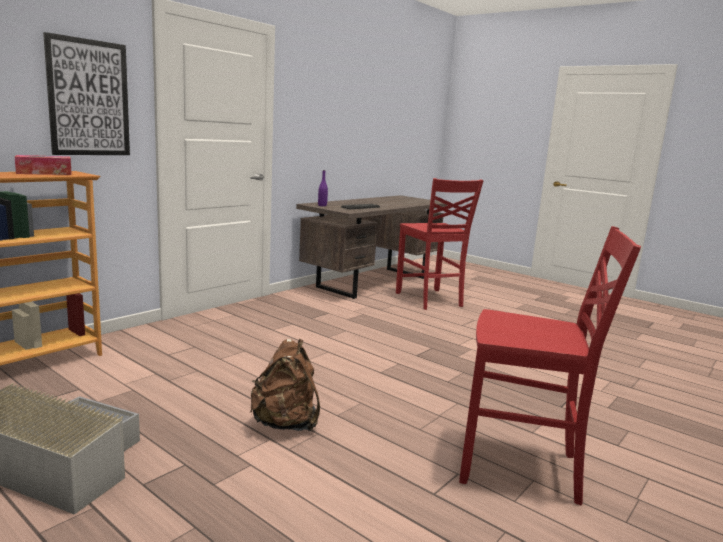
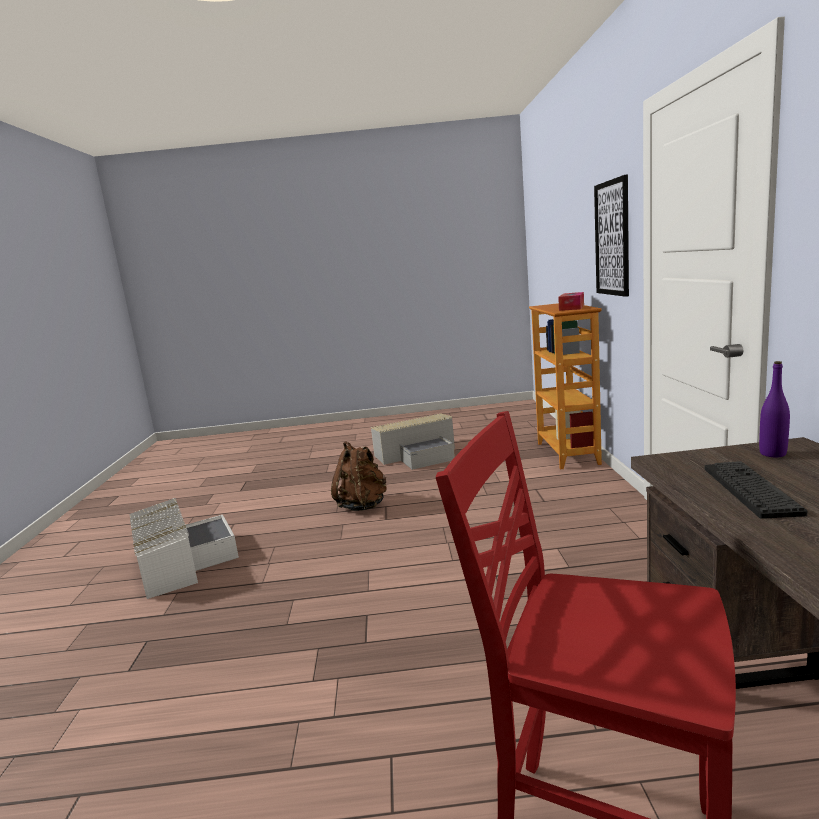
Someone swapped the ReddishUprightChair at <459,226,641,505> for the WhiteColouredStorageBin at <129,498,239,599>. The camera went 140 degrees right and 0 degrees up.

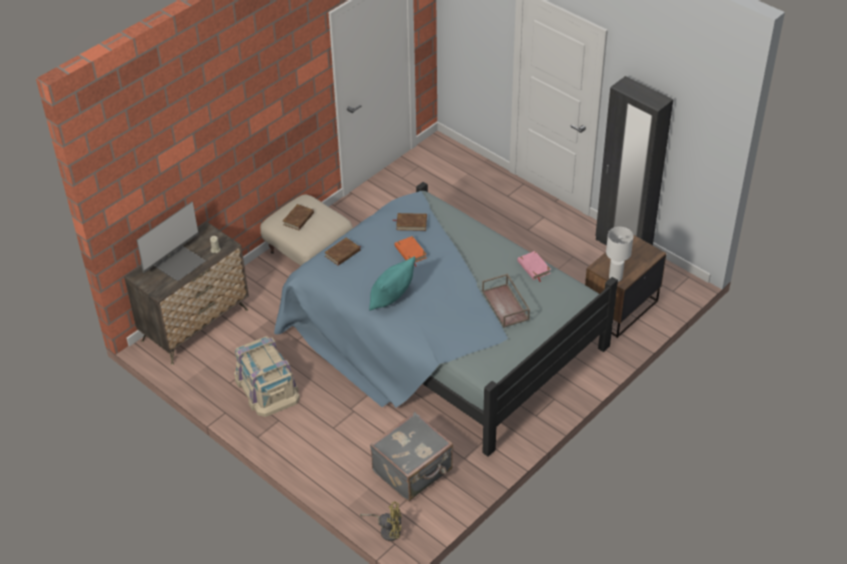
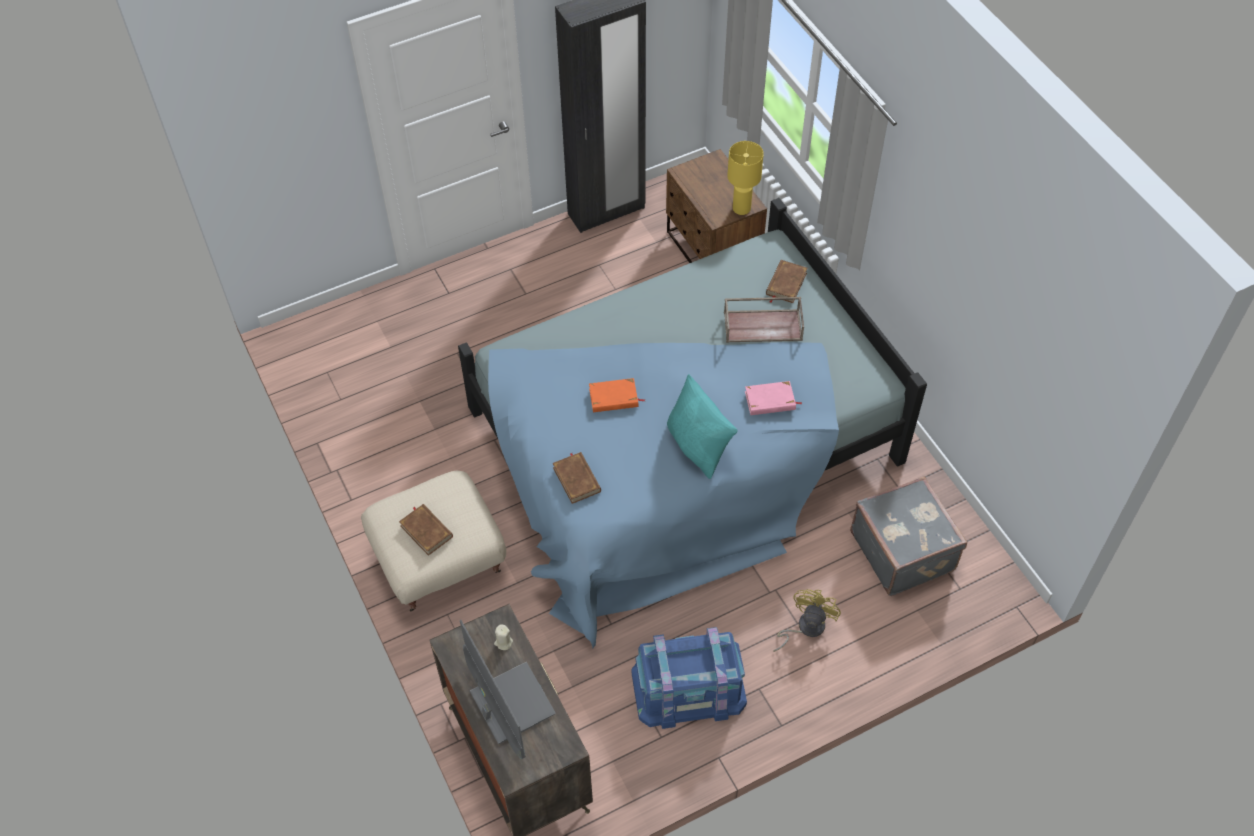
Someone carried the BrownishBook from <392,213,427,231> to <766,260,808,303>. Someone repainted the WhiteColouredLampForATable at <606,227,633,282>, which became the YellowLampForATable at <727,141,764,215>. Someone carried the PinkColouredBook from <517,251,551,282> to <745,381,802,415>. Someone repainted the SandColouredStorageBin at <234,336,300,417>, which became the BlueColouredStorageBin at <631,627,747,729>. Someone carried the YellowCoolingFan from <360,501,401,541> to <773,589,841,652>. The camera went 70 degrees left and 10 degrees up.

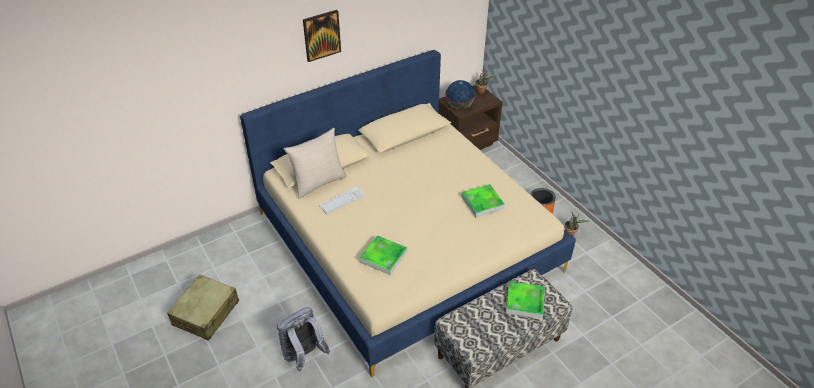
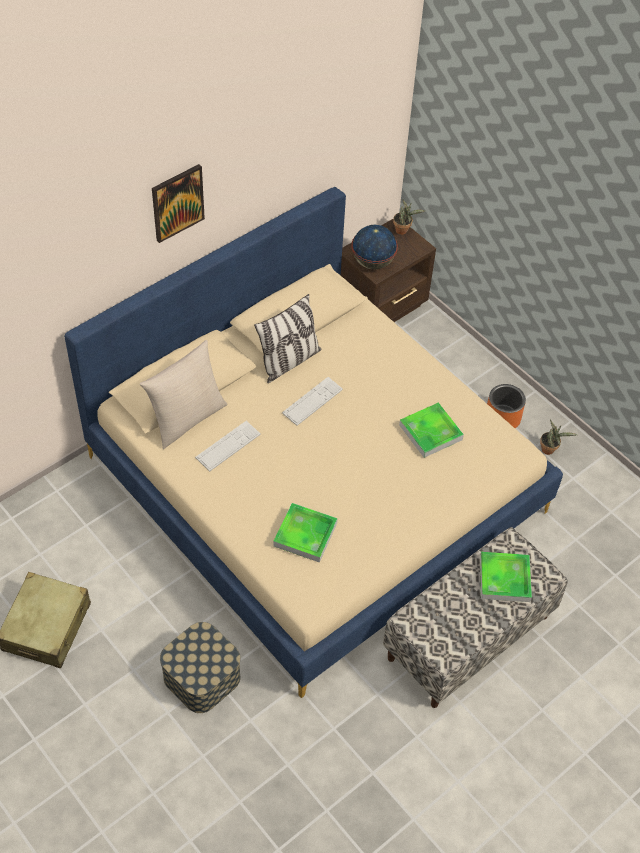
Someone swapped the GrayKnapsack at <277,307,330,371> for the StorageBin at <160,622,241,713>. Someone put down the Pillow at <254,294,321,383>. Someone put down the ComputerKeyboard at <282,377,343,426>. The camera went 10 degrees left and 10 degrees up.

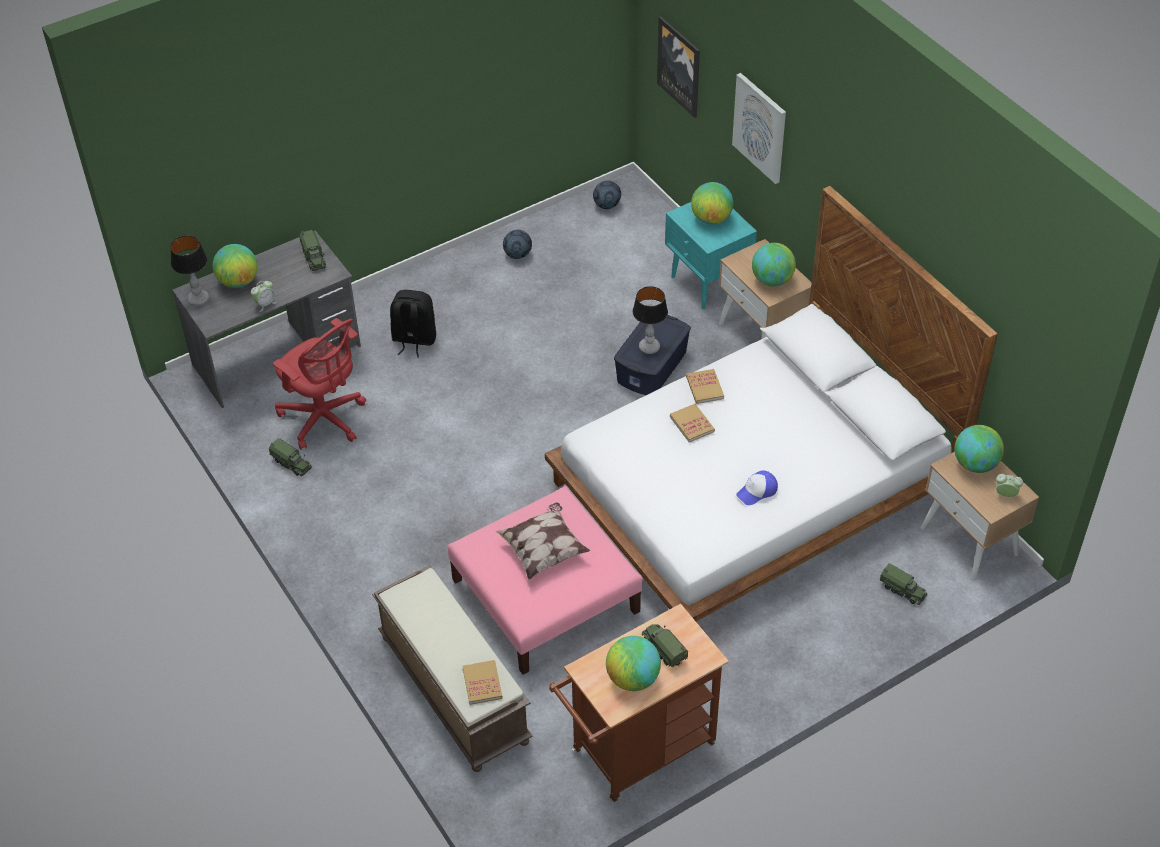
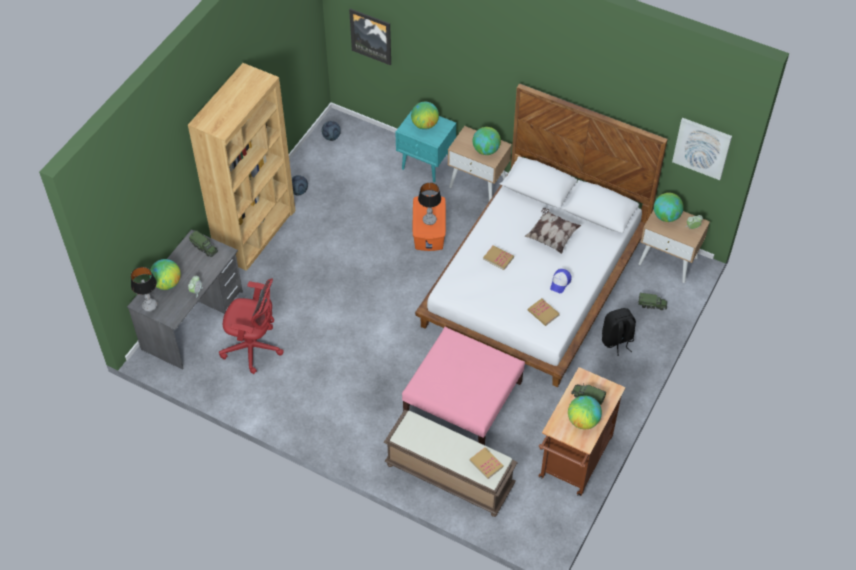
Someone carried the WallPicture from <732,73,786,184> to <672,118,732,180>. Someone carried the BlackKnapsack from <390,290,436,358> to <602,308,636,356>. Someone repainted the BlueColouredStorageBin at <614,315,691,395>, which became the OrangeColouredStorageBin at <413,195,446,251>. Someone carried the Book from <686,369,724,404> to <528,298,560,326>. Someone took away the ModelTruck at <269,438,312,476>. Someone carried the Pillow from <496,502,590,580> to <524,208,581,254>. Someone put down the BrownishShelvingUnit at <188,63,296,271>. The camera went 30 degrees left and 5 degrees up.

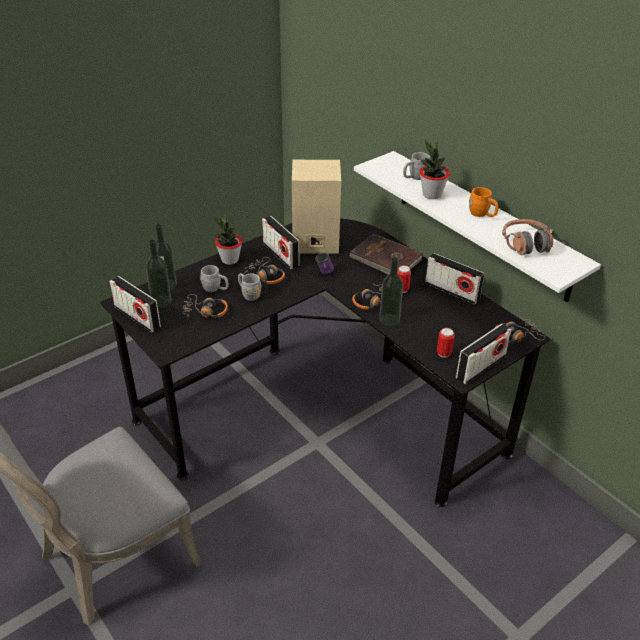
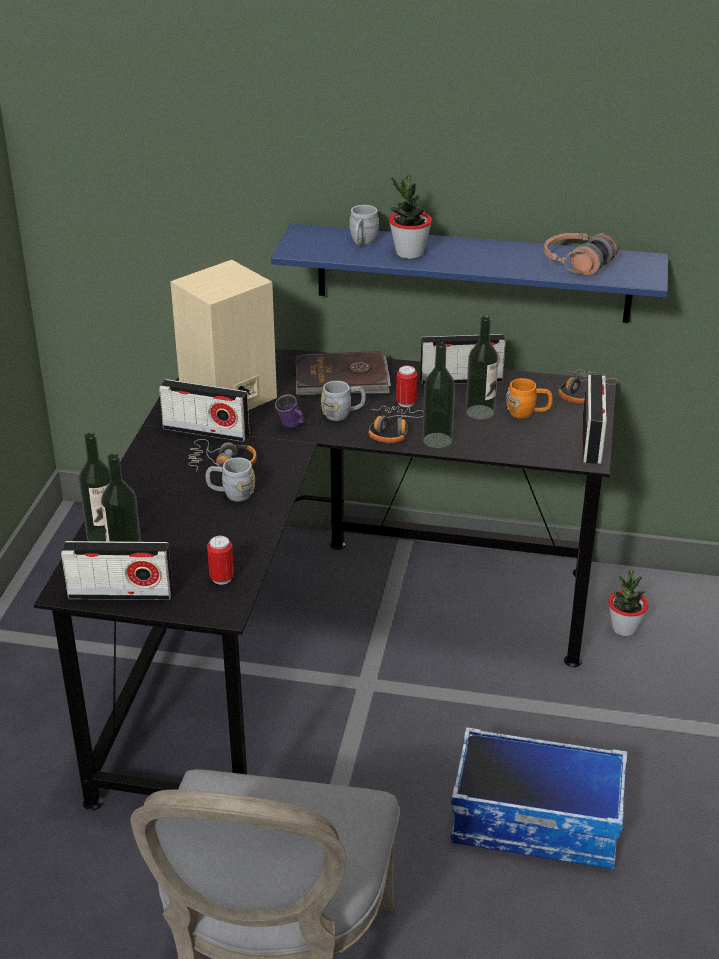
Someone repainted the WhiteColouredBracketShelf at <354,151,601,302>, which became the BlueColouredBracketShelf at <271,224,668,323>. Someone carried the OrangeColouredMug from <469,187,499,217> to <506,378,553,419>. Someone carried the PlantInAPot from <213,215,242,265> to <608,570,648,636>. Someone carried the GrayMug from <200,265,229,292> to <321,381,366,421>. Someone took away the Headphones at <182,294,228,318>. Someone carried the SealedCan from <437,328,455,358> to <207,535,234,585>. Someone put down the BeverageBottle at <466,316,498,420>. Someone put down the StorageBin at <451,727,628,869>. The camera went 40 degrees left and 5 degrees down.

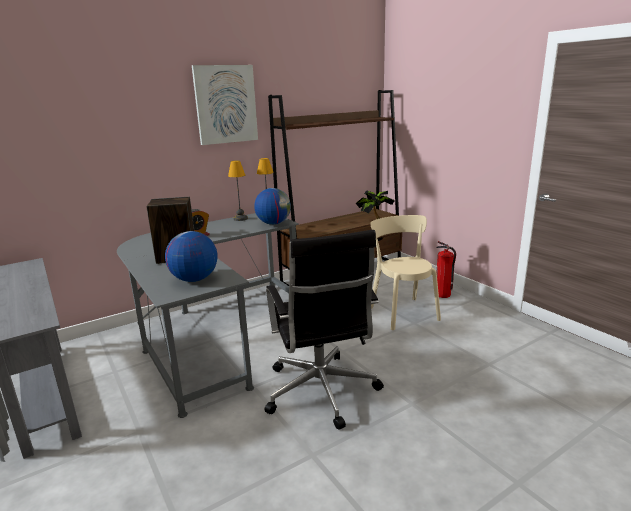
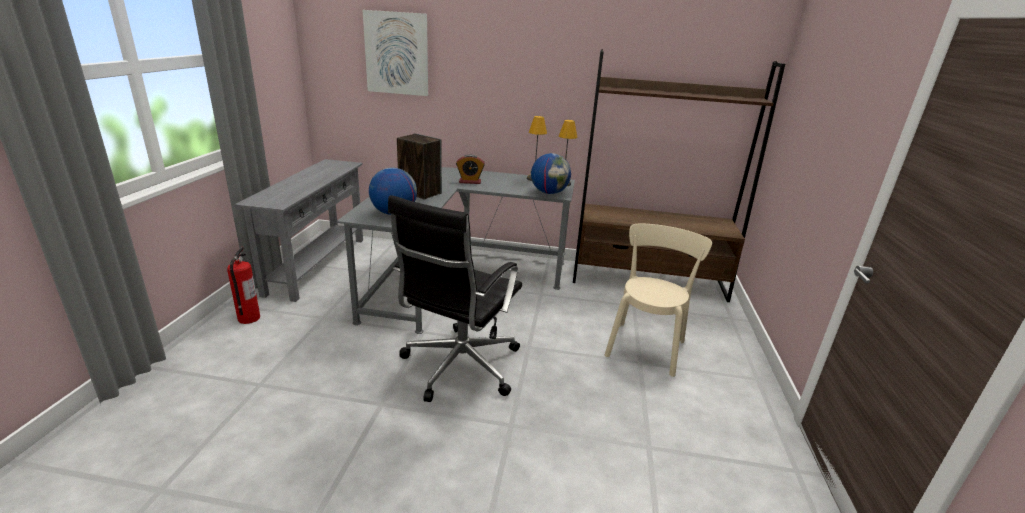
Someone carried the WallPicture from <192,65,258,145> to <362,10,428,96>. Someone took away the PlantInAPot at <356,190,395,219>. Someone carried the FireExtinguisher from <437,241,456,298> to <227,247,260,324>. The camera went 40 degrees right and 5 degrees up.

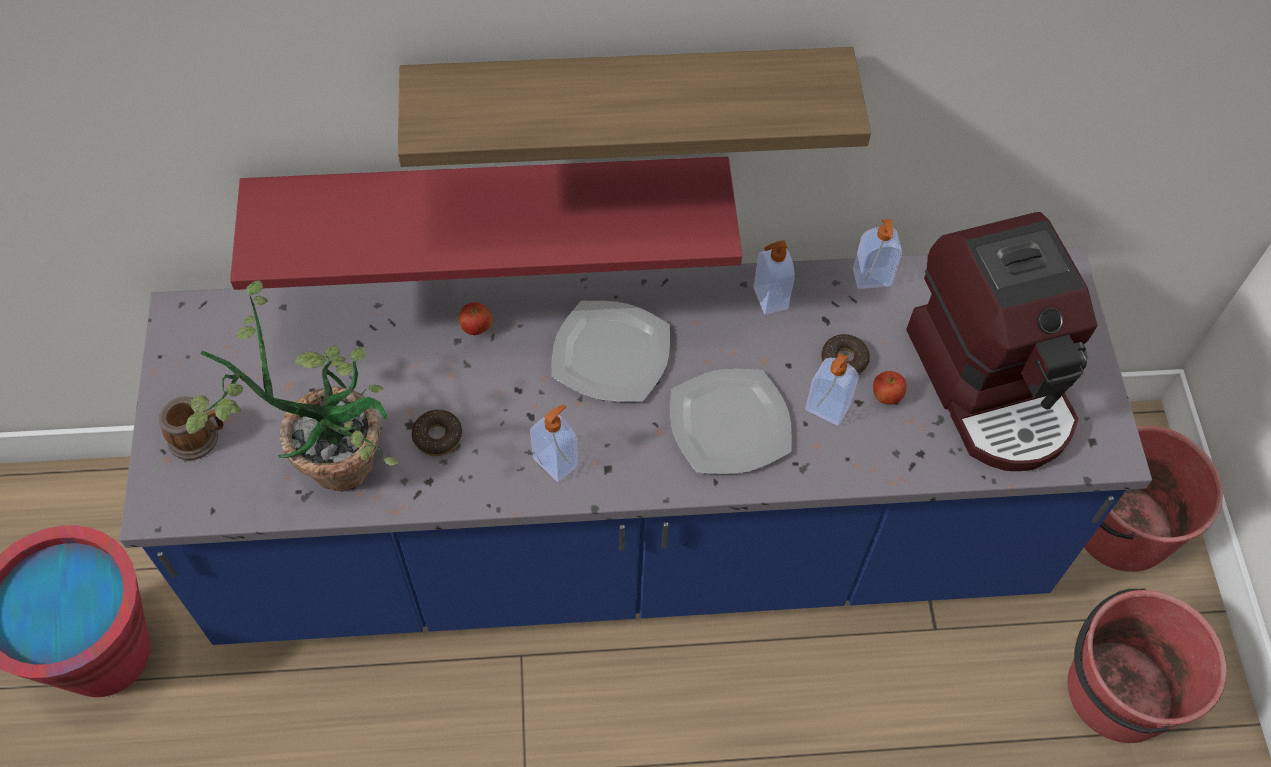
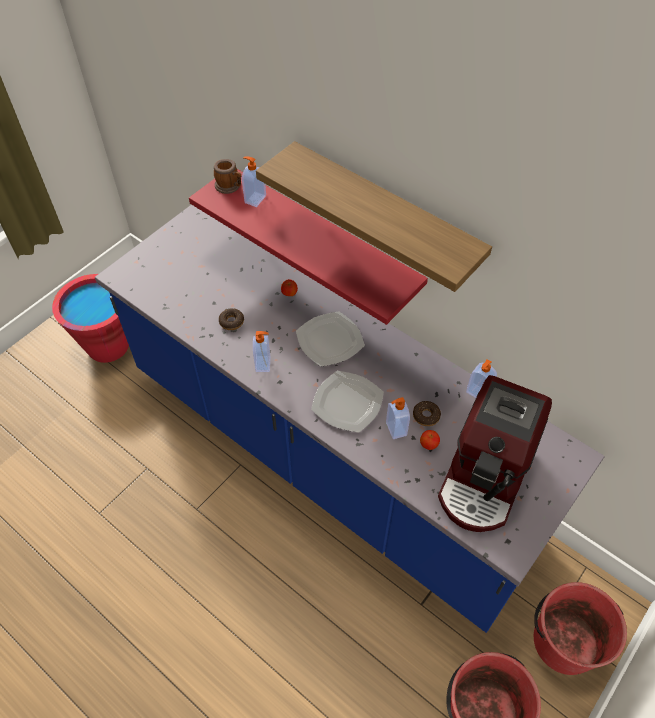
Someone carried the SoapDispenser from <754,240,795,315> to <242,156,266,207>. Someone took away the PlantInAPot at <186,280,399,492>. Someone carried the Mug from <159,397,224,460> to <214,159,241,194>. The camera went 45 degrees right and 5 degrees down.

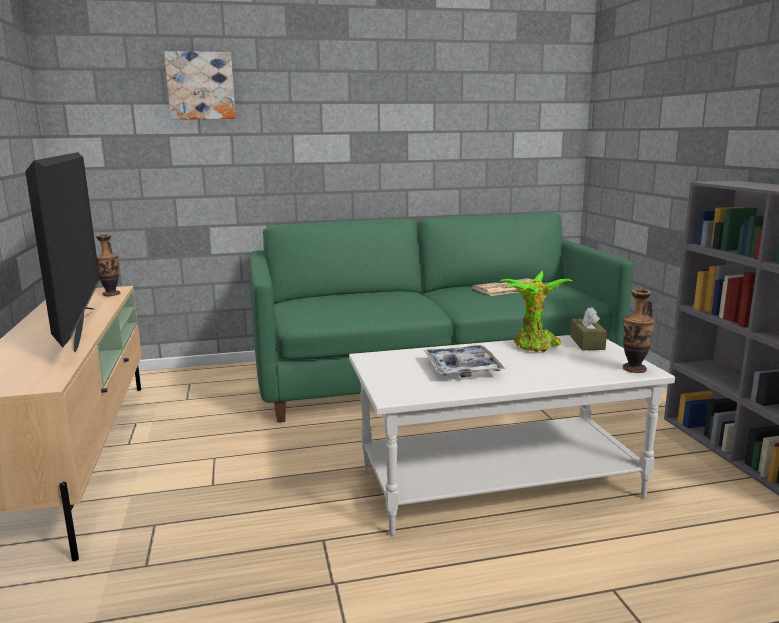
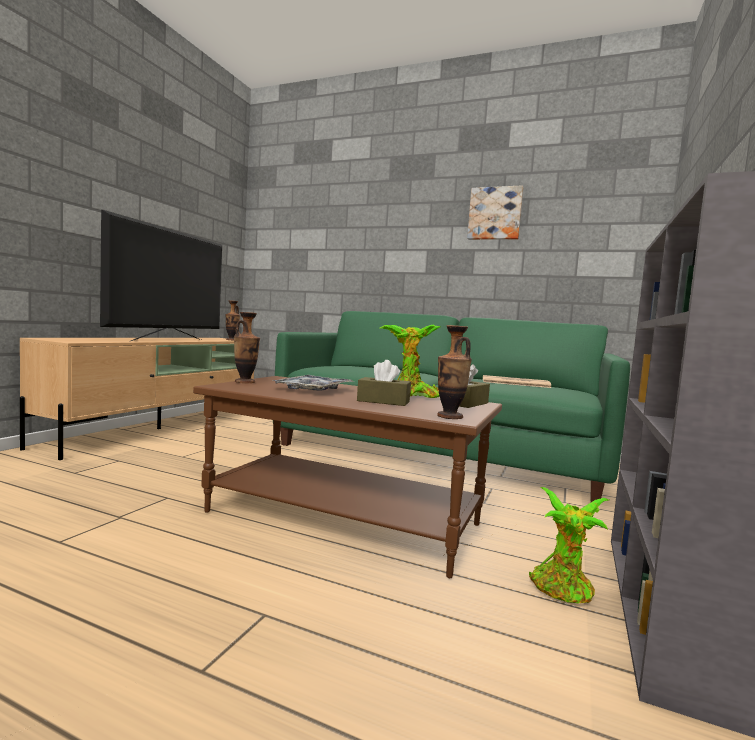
Someone carried the WallPicture from <164,51,236,120> to <467,185,523,240>. Someone repainted the WhiteColouredLoungeTable at <349,335,675,536>, which became the BrownishLoungeTable at <193,376,502,578>. Someone put down the FlowerVase at <234,312,260,383>. Someone put down the BrownishTissueBox at <357,360,411,406>. Someone put down the PlantInAPot at <529,487,609,604>. The camera went 35 degrees right and 10 degrees down.

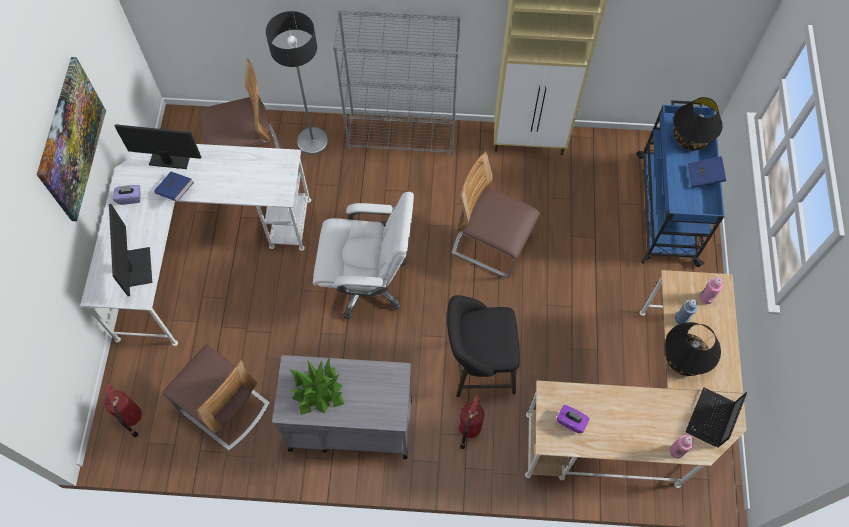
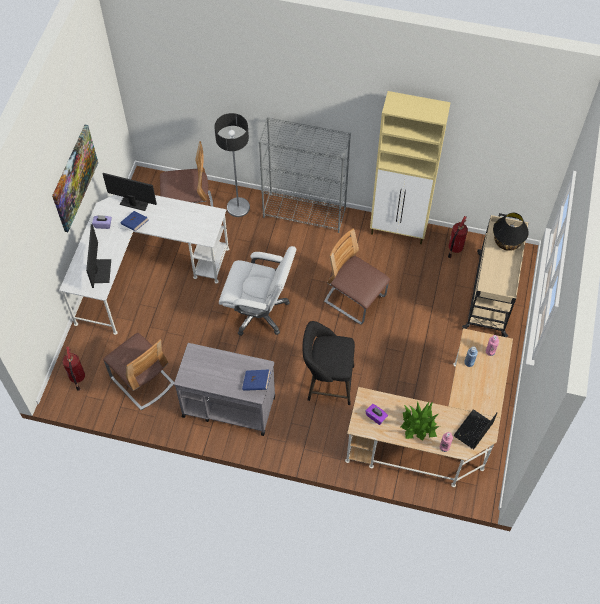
Someone repainted the BlueColouredWheeledCart at <637,100,724,267>, which became the SandColouredWheeledCart at <462,213,528,337>. Someone carried the BlueColouredBook from <687,156,726,188> to <242,369,271,391>. Someone took away the BlackLampForATable at <665,322,721,376>. Someone carried the PlantInAPot from <289,358,344,415> to <401,401,440,441>. Someone carried the FireExtinguisher from <459,396,484,449> to <448,216,468,258>. The camera went 10 degrees right and 5 degrees down.

